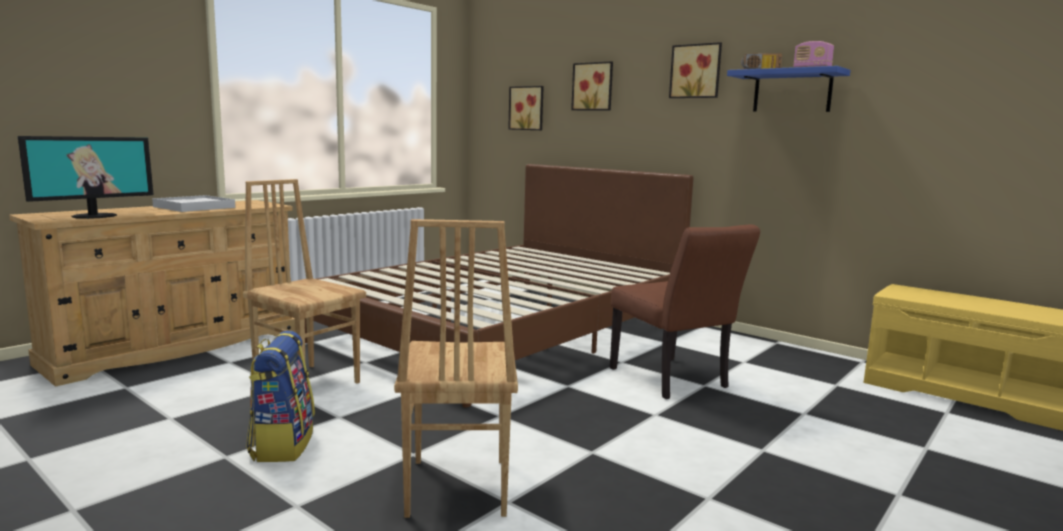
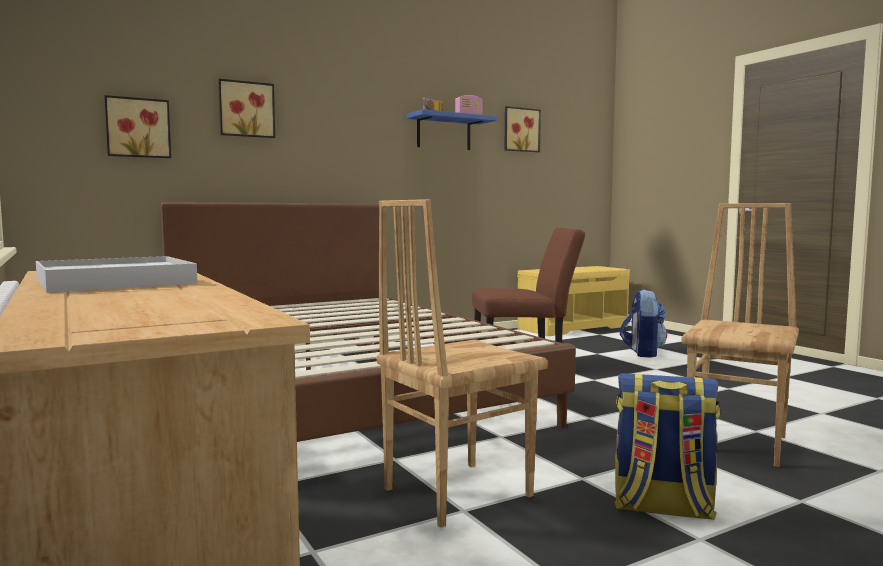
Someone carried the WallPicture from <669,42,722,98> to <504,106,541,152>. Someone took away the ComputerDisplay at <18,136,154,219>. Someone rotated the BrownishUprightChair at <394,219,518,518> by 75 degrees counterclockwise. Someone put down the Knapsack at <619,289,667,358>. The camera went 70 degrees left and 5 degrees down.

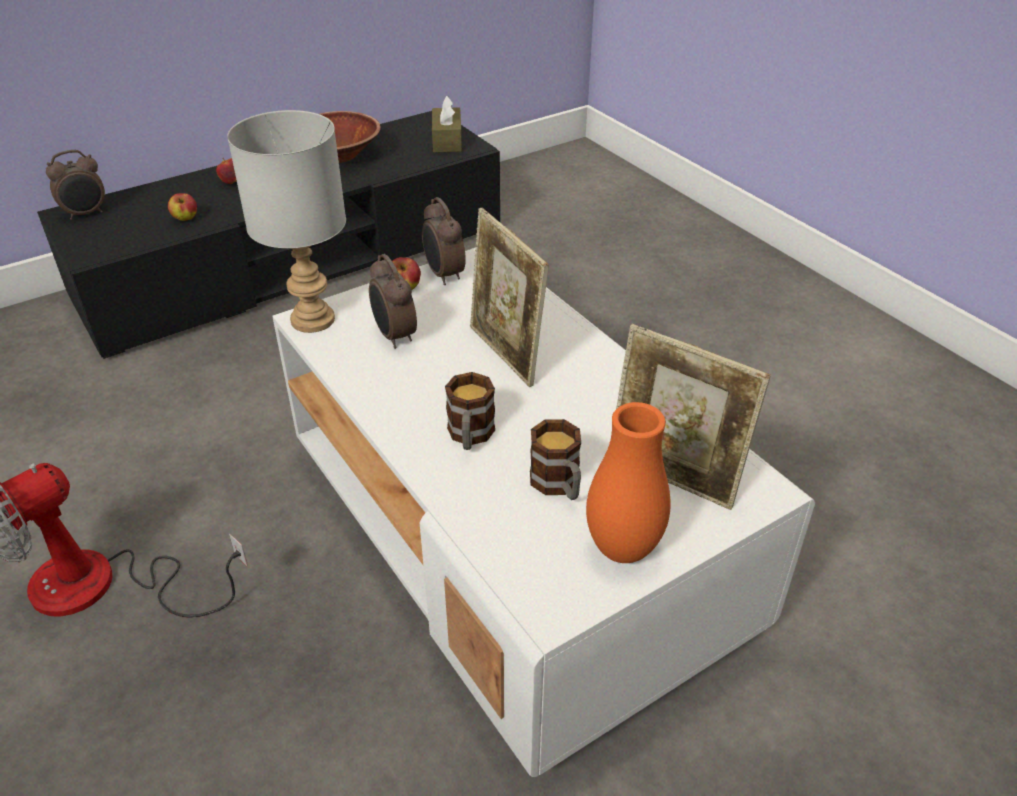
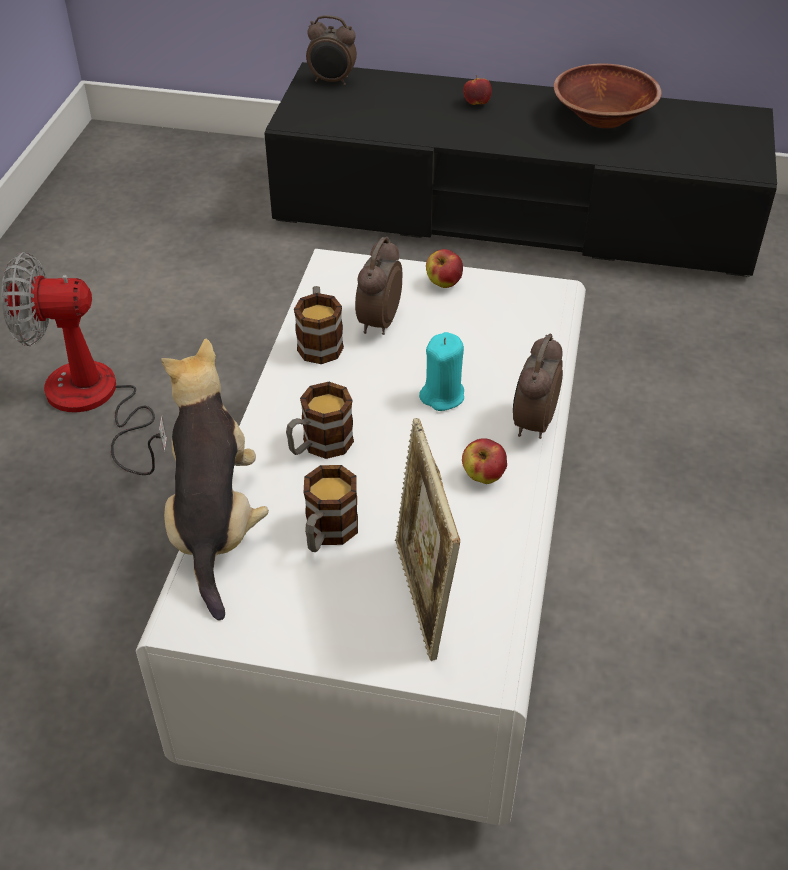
Someone took away the BrownishTissueBox at <432,96,462,153>. Someone took away the GrayLampForATable at <227,110,346,333>. Someone carried the Apple from <168,193,197,221> to <462,438,507,484>. Someone carried the AlarmClock from <422,197,466,285> to <513,334,563,439>. Someone swapped the StandingFrame at <470,208,549,387> for the TurquoiseCandle at <419,332,464,411>. Someone took away the OrangeColouredFlowerVase at <586,402,671,563>. Someone put down the Mug at <294,286,344,364>. Someone put down the SoftToy at <161,339,269,620>. The camera went 45 degrees right and 5 degrees up.

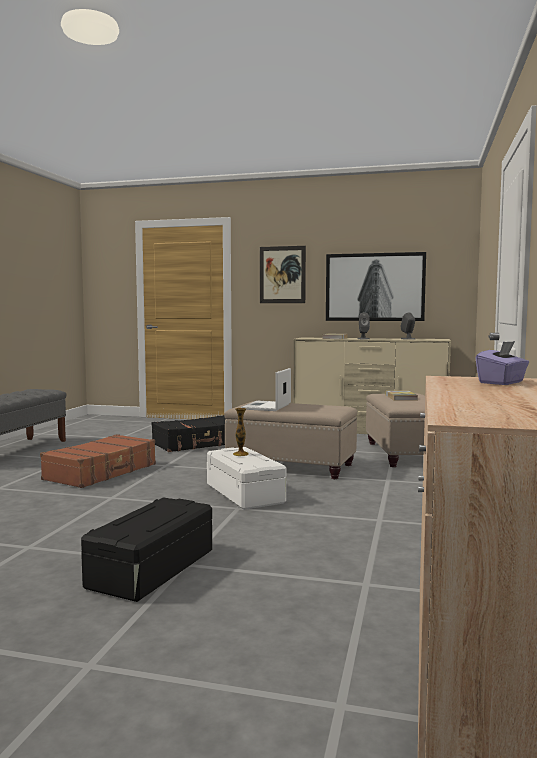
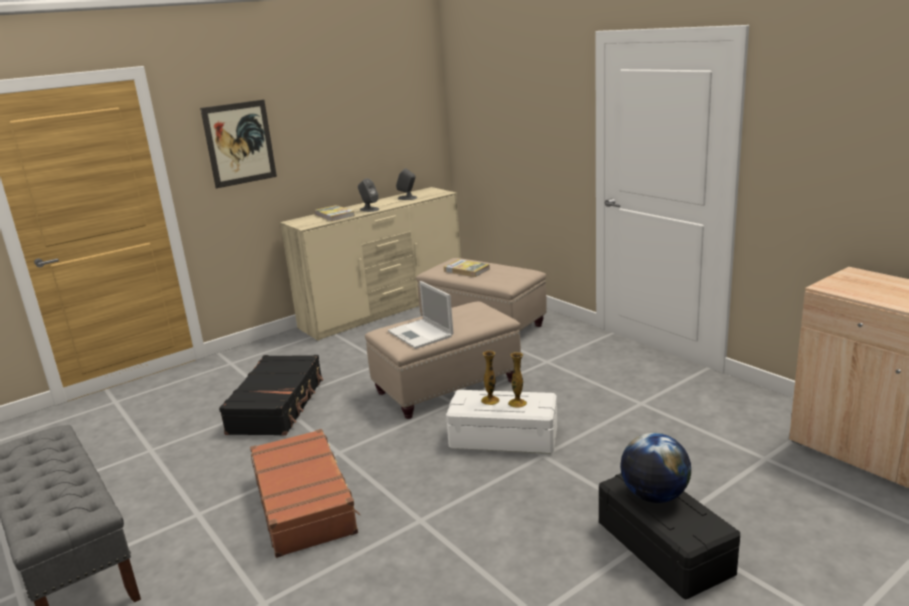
Someone took away the WallPicture at <326,252,426,321>. Someone took away the PurpleTissueBox at <476,341,529,385>. Someone put down the FlowerVase at <508,352,527,408>. Someone put down the WorldGlobe at <620,433,691,503>. The camera went 50 degrees left and 15 degrees up.

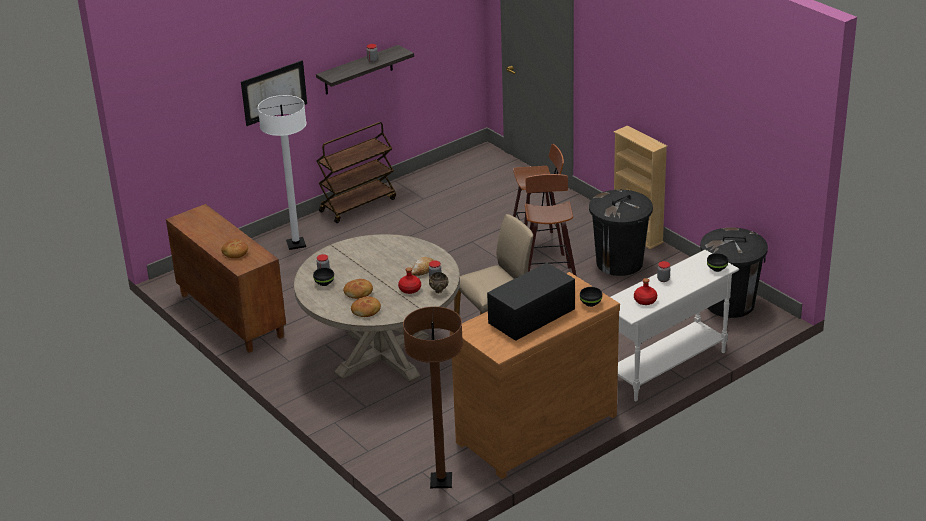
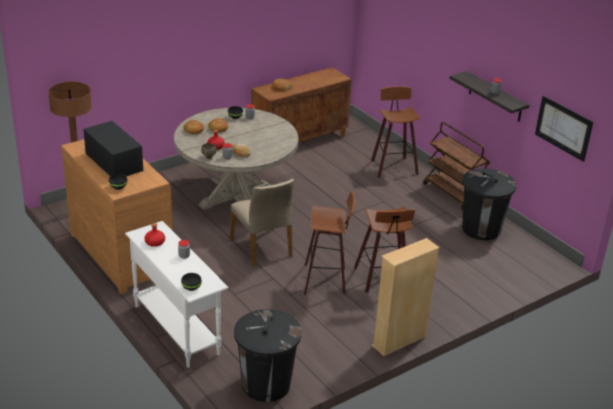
Someone carried the WallPicture from <241,60,307,126> to <535,96,593,162>. Someone swapped the WhiteColouredStandingLamp at <258,95,306,250> for the StoolSeat at <371,86,420,178>. Someone carried the BlackTrashCan from <589,190,653,276> to <462,168,516,240>. The camera went 90 degrees right and 0 degrees up.

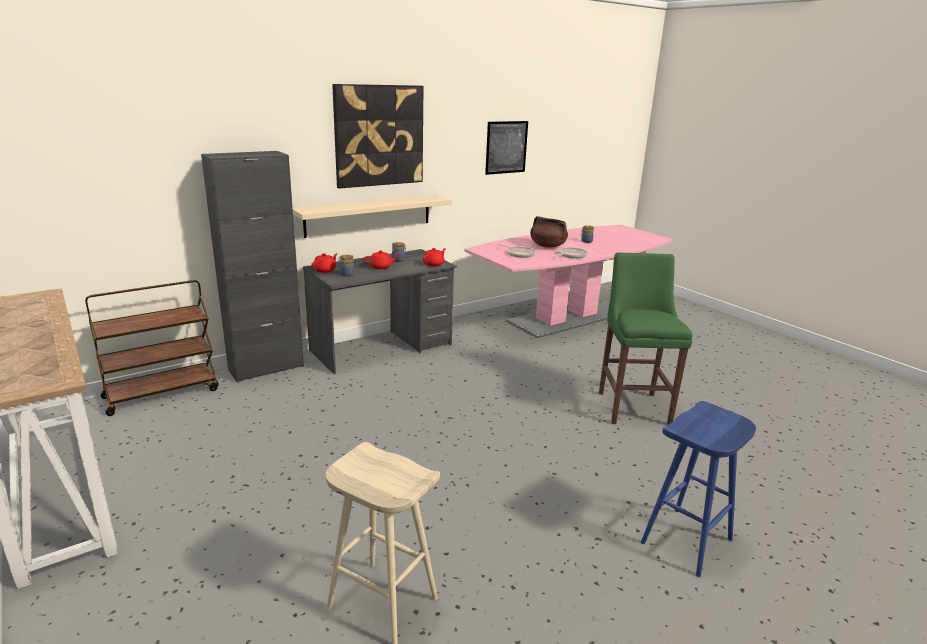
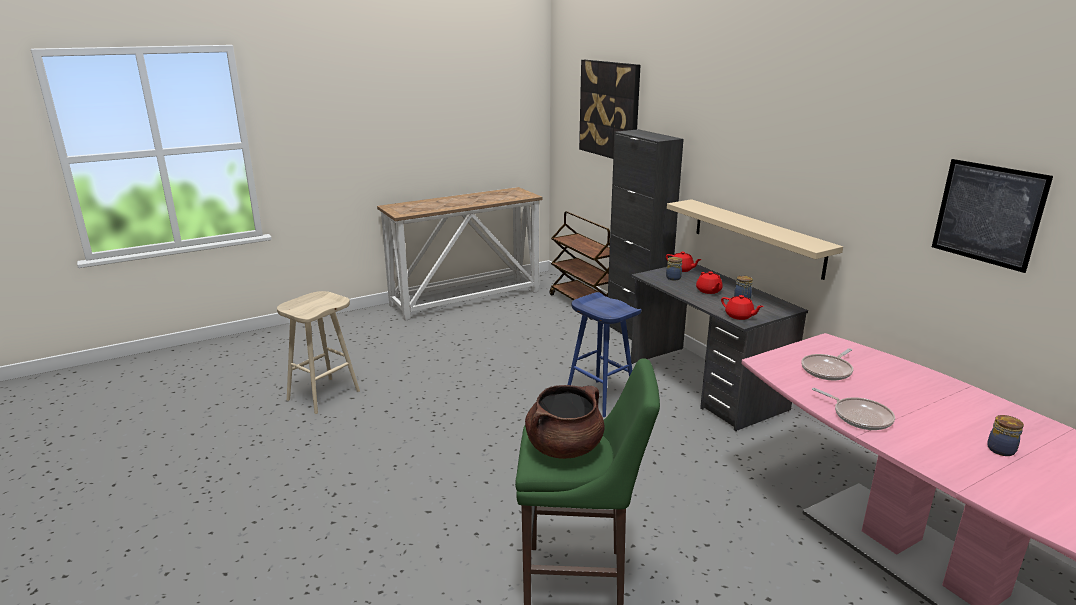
Someone carried the WallPicture from <332,84,423,189> to <579,60,641,159>. Someone carried the BrownishCookingPot from <530,216,568,248> to <525,385,605,459>. Someone carried the BlueColouredStoolSeat from <641,401,756,577> to <568,292,641,417>. The camera went 95 degrees right and 0 degrees up.

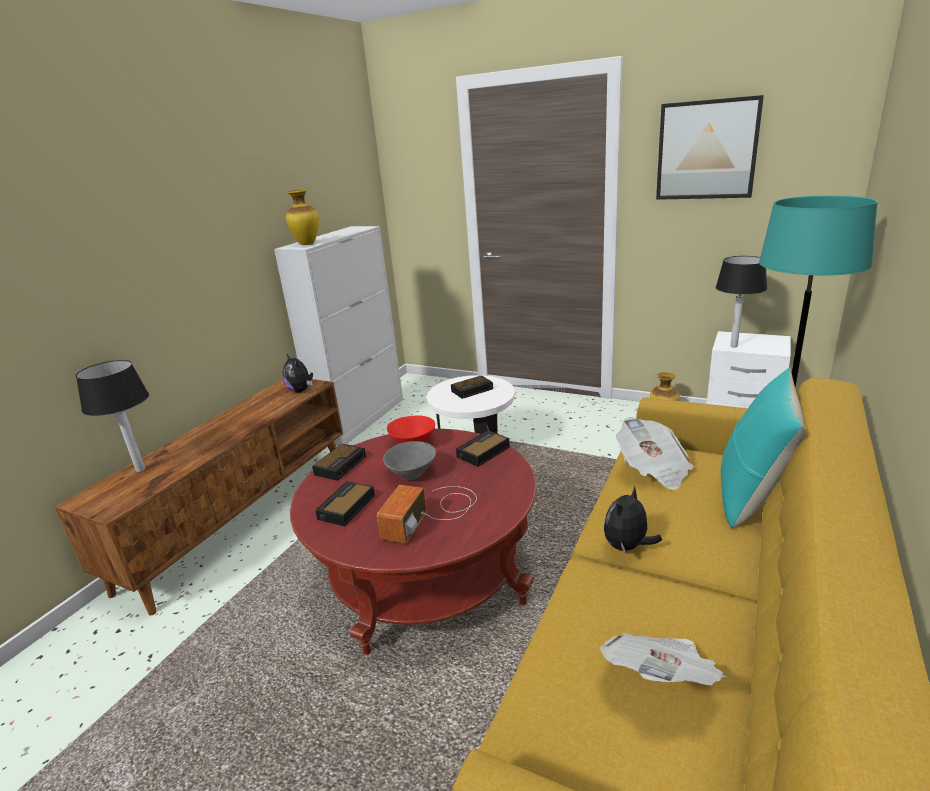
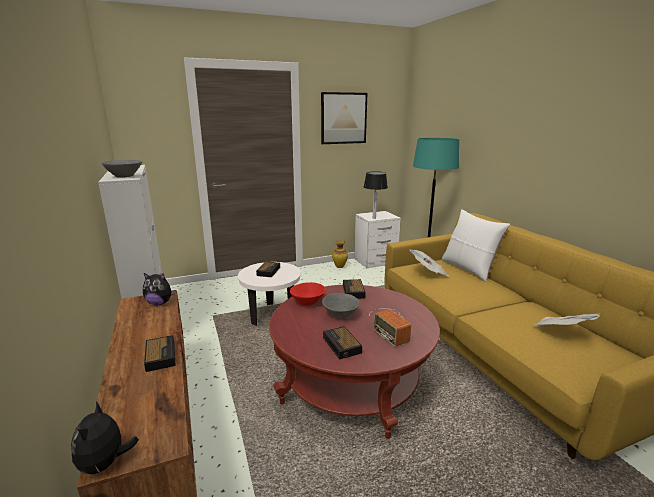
Someone swapped the FlowerVase at <286,190,319,245> for the GrayBowl at <102,160,142,178>. Someone took away the LampForATable at <76,360,149,472>. Someone repainted the TurquoisePillow at <721,367,806,528>, which became the WhiteColouredPillow at <442,209,510,282>. Someone carried the AlarmClock from <312,444,366,481> to <144,335,175,372>. Someone carried the SoftToy from <604,485,662,553> to <71,401,139,476>. The camera went 50 degrees left and 5 degrees down.

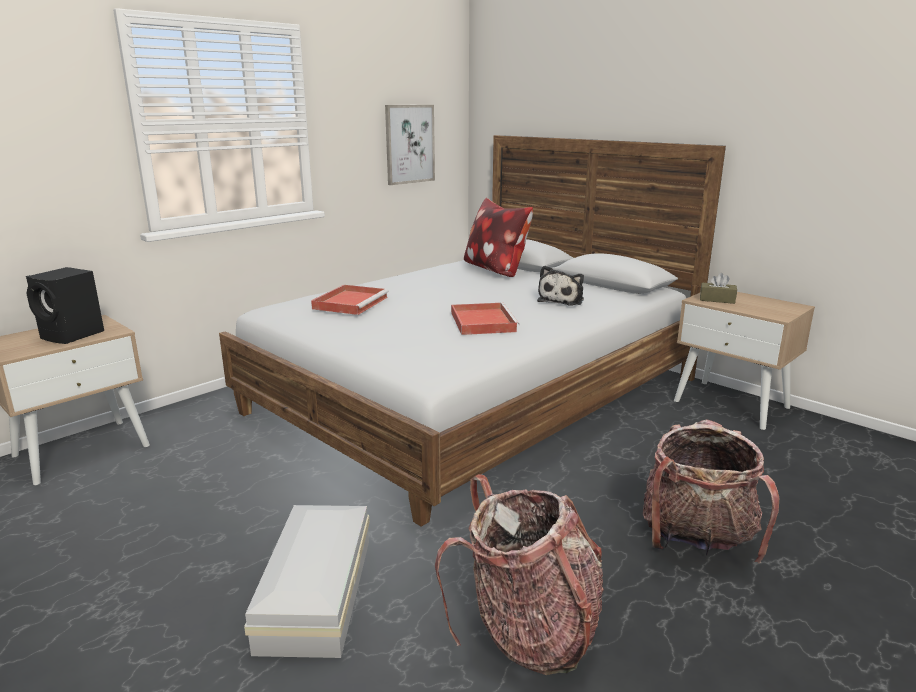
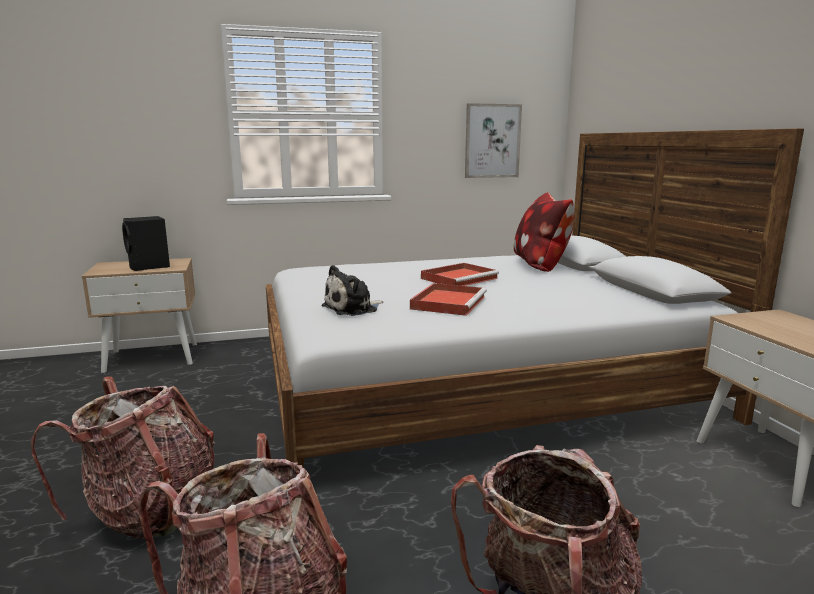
Someone carried the SoftToy from <537,266,584,306> to <321,265,383,316>. Someone took away the BrownishTissueBox at <700,273,737,304>. Someone carried the ReddishCarryingTray from <311,285,389,315> to <421,263,499,286>. Someone swapped the WhiteColouredStorageBin at <244,505,370,658> for the Knapsack at <31,376,215,539>. The camera went 30 degrees right and 5 degrees down.

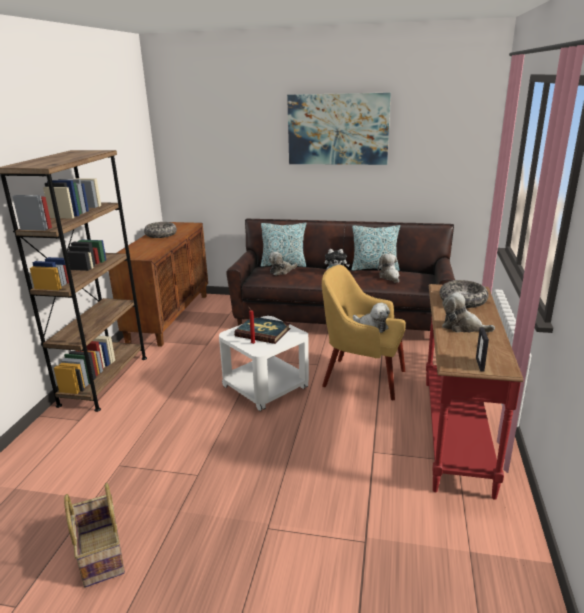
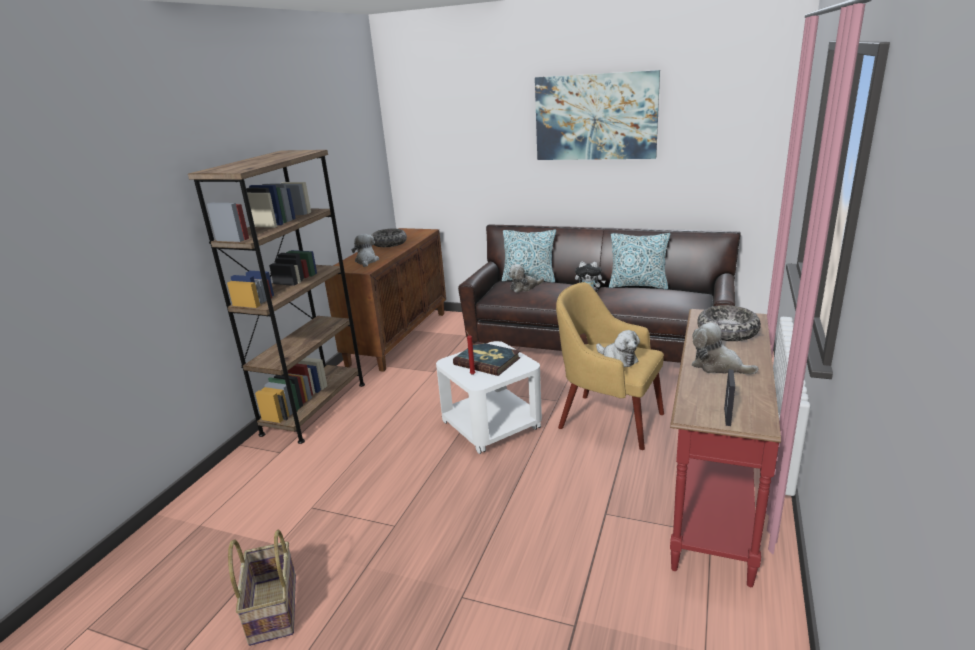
Someone carried the SoftToy from <377,254,400,283> to <352,234,379,267>. The camera went 10 degrees right and 0 degrees up.

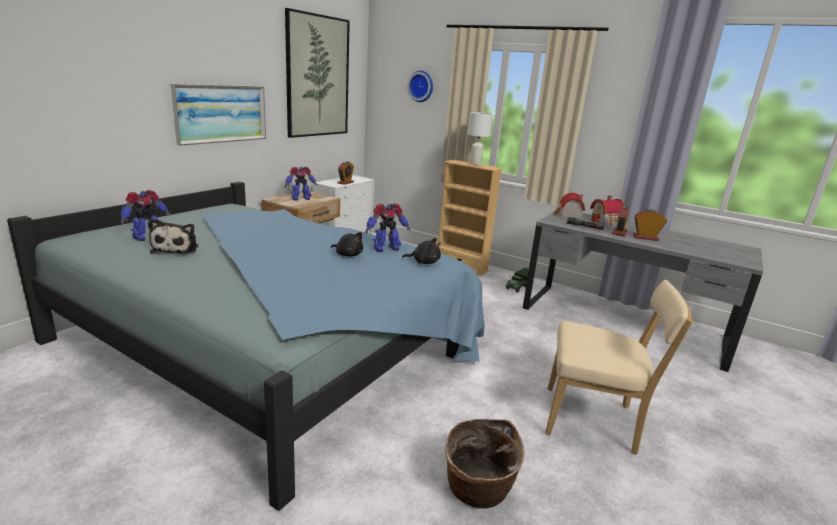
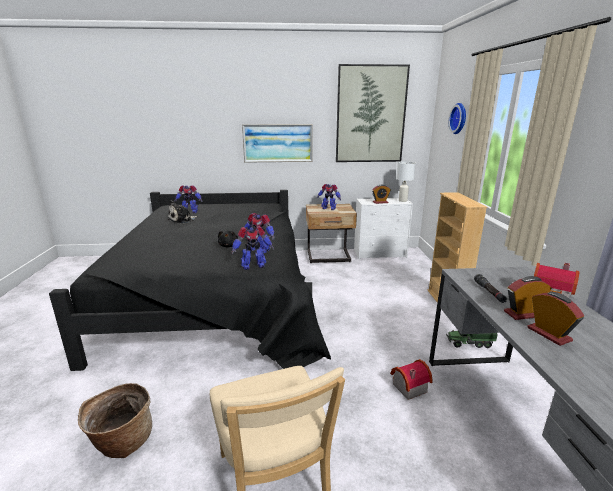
Someone carried the WhiteColouredLampForATable from <468,112,493,165> to <396,161,416,202>. Someone repainted the BlueColouredBed at <7,181,485,511>, which became the BlackBed at <49,190,331,371>. Someone carried the ToyHouse from <554,192,585,220> to <390,359,433,400>. Someone swapped the BlackSoftToy at <402,238,441,264> for the RobotFigure at <231,226,274,270>. The camera went 55 degrees right and 0 degrees up.

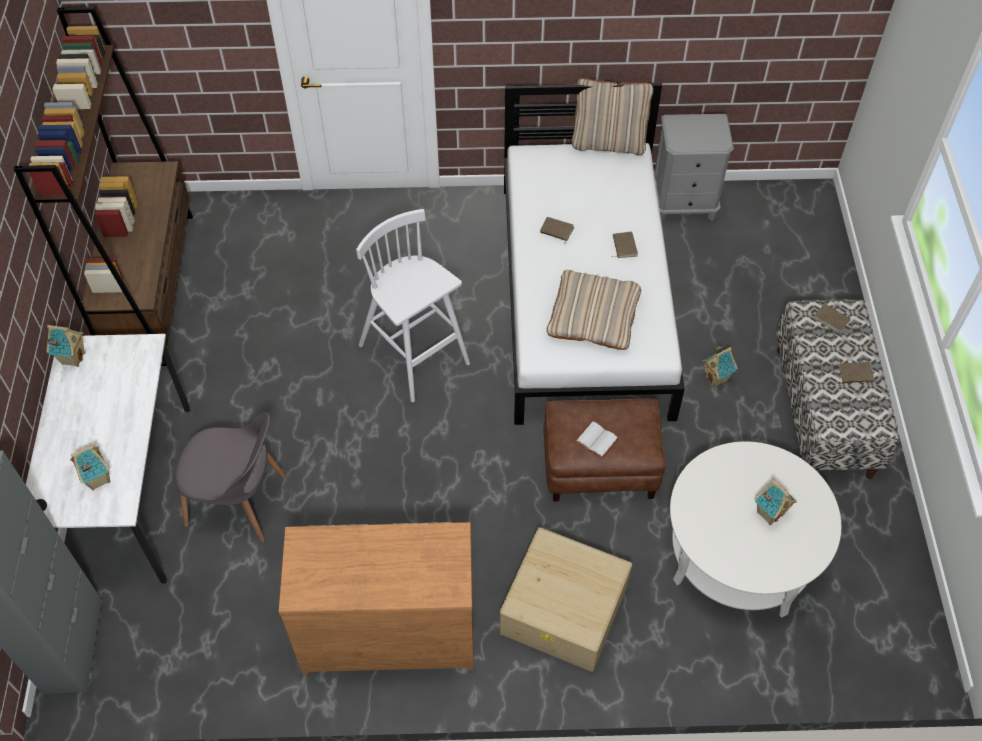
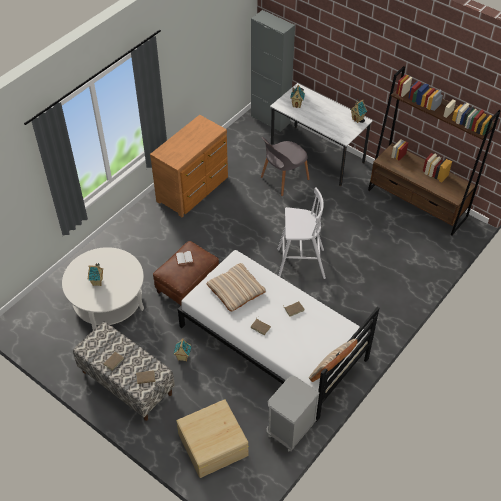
Someone carried the SandColouredStorageBin from <500,527,632,672> to <177,399,248,478>. The camera went 130 degrees right and 5 degrees down.

